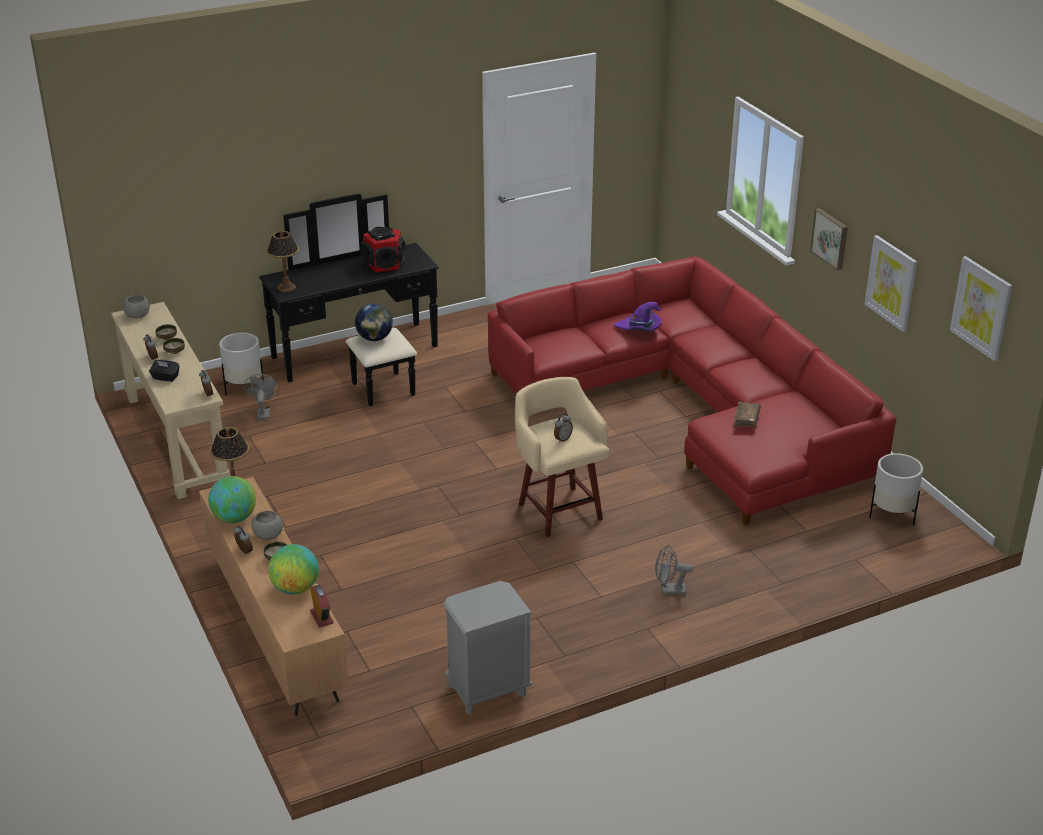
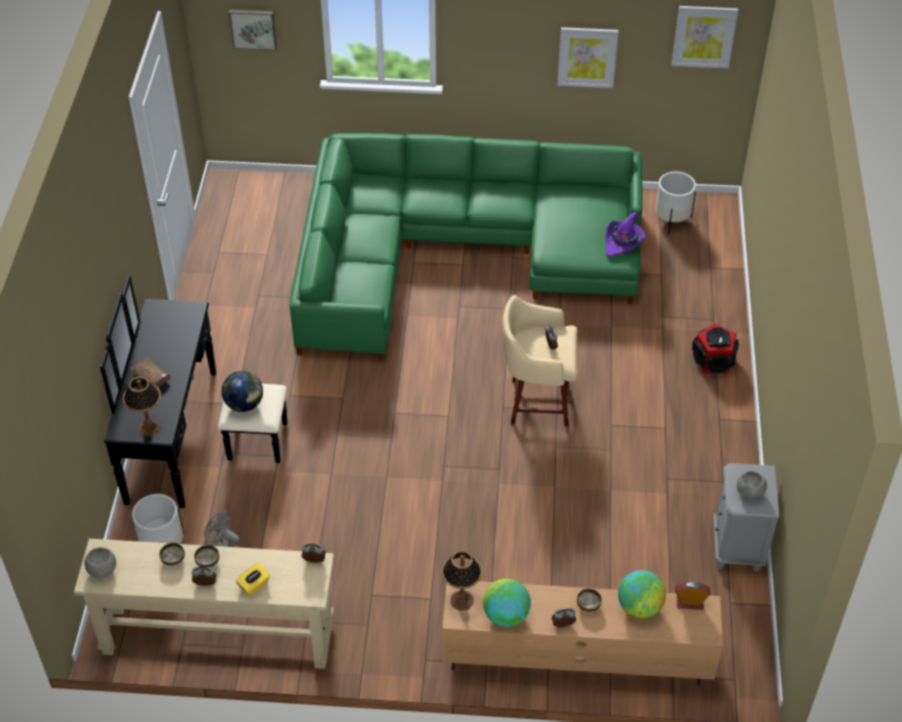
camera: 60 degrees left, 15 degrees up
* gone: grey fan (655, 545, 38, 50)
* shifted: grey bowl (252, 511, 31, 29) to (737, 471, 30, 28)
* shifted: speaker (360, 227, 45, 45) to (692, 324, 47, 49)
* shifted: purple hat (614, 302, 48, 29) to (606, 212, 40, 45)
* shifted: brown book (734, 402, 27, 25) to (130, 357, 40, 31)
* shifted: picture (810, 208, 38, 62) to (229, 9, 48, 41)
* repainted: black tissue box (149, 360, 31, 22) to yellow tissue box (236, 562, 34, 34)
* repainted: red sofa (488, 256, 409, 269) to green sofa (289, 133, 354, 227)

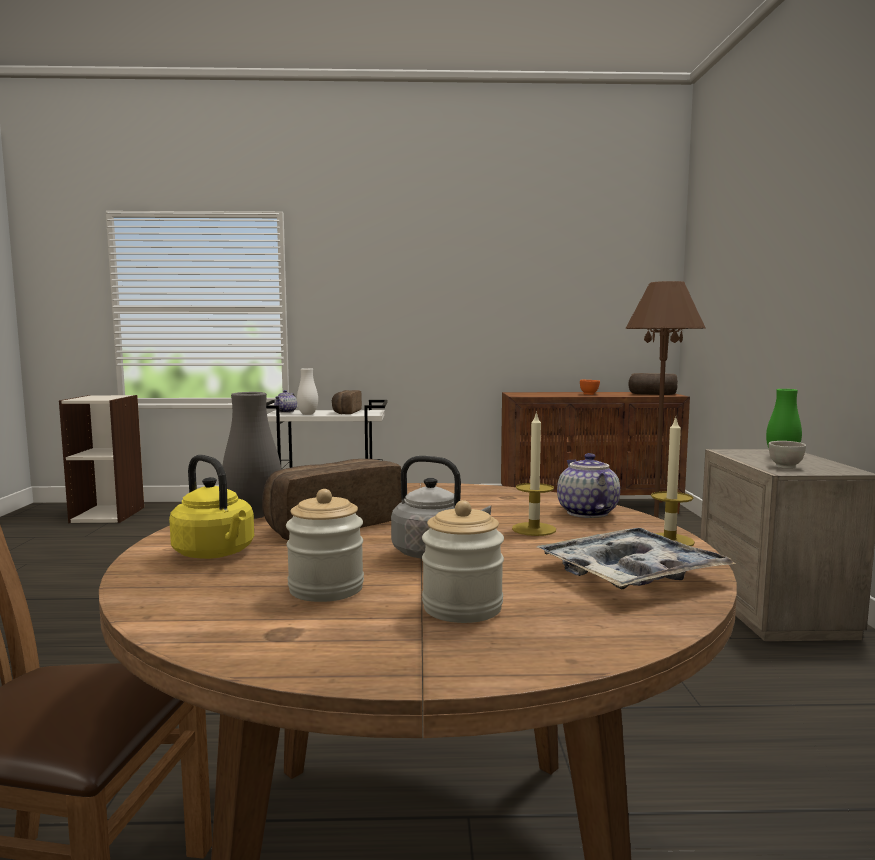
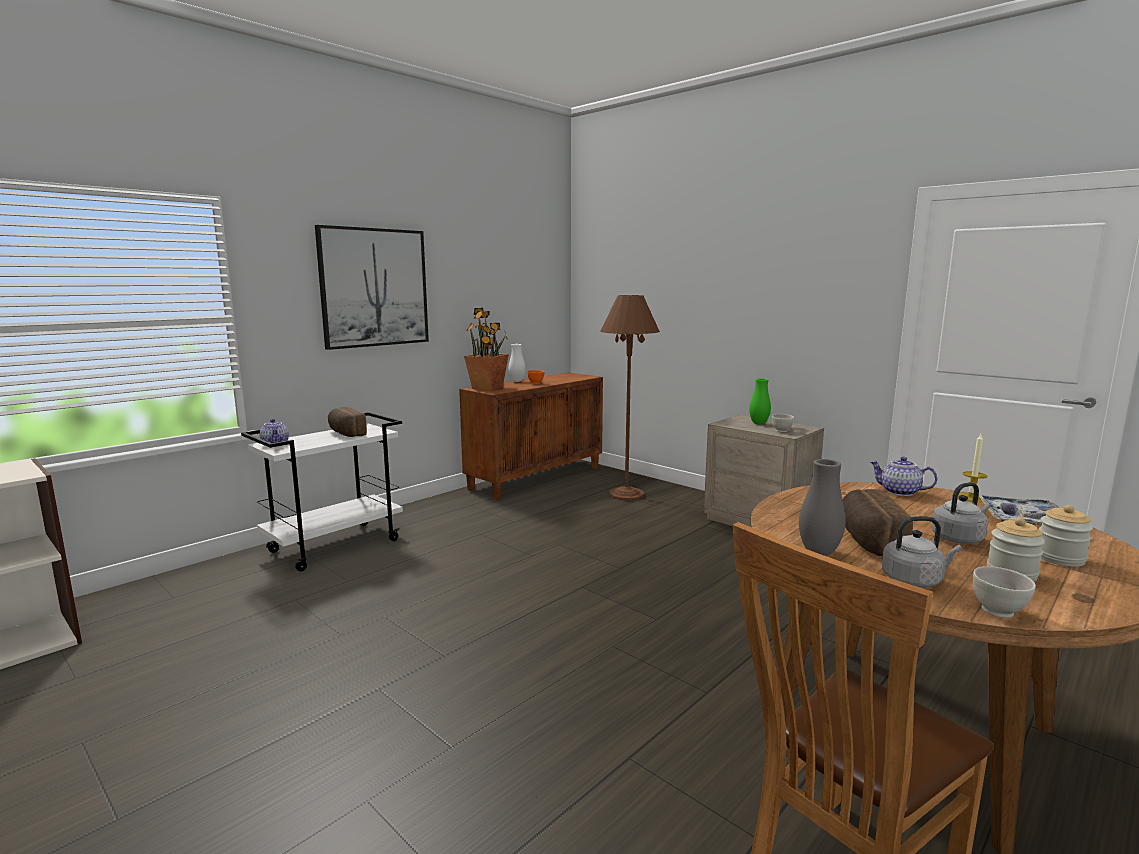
camera: 45 degrees left, 5 degrees up
* gone: candle (512, 411, 44, 125)
* gone: bread (628, 373, 50, 22)
* new: picture (315, 225, 114, 125)
* new: potted plant (464, 308, 45, 83)
* new: white bowl (973, 566, 63, 52)
* shifted: white vase (297, 368, 21, 47) to (508, 344, 18, 38)
* repainted: yellow kettle (169, 455, 85, 104) to grey kettle (882, 516, 80, 72)

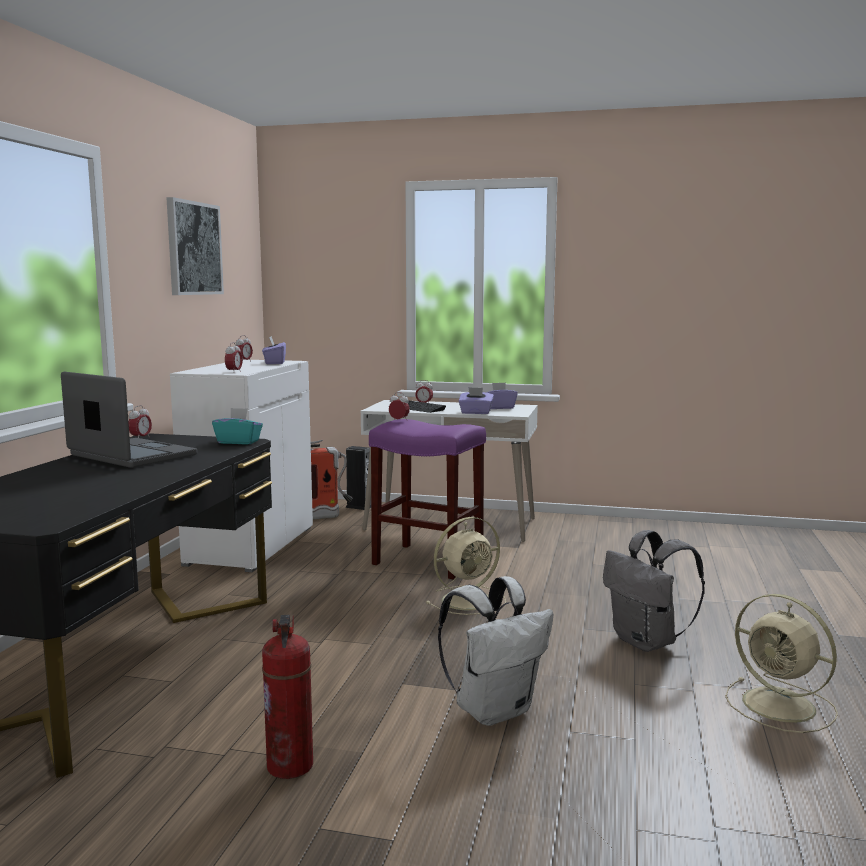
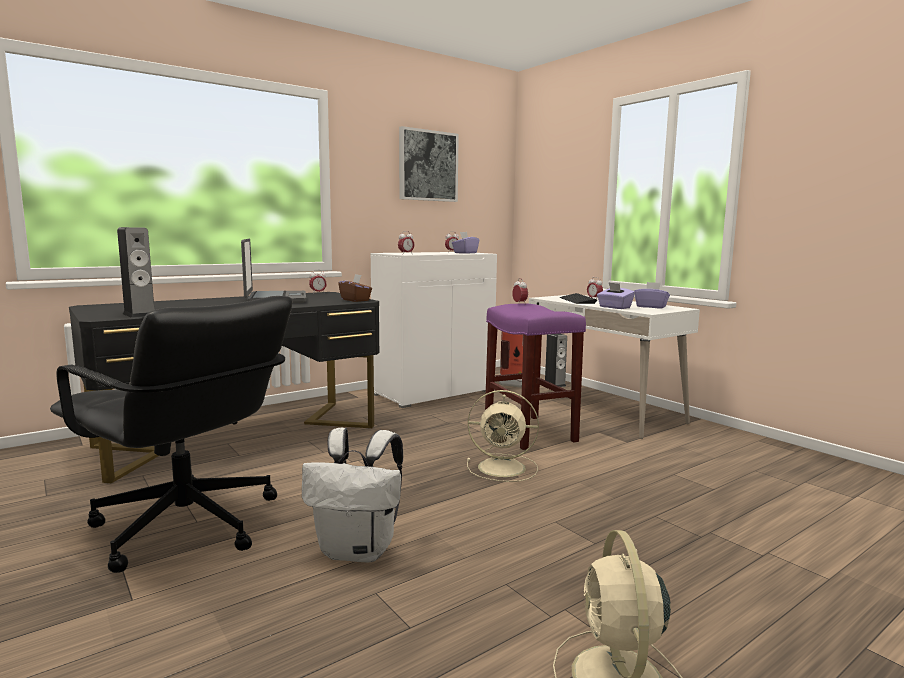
camera: 40 degrees right, 0 degrees up
* gone: grey backpack (603, 530, 102, 122)
* new: speaker (117, 227, 37, 91)
* swapped: fire extinguisher (262, 615, 51, 164) to black office chair (50, 296, 242, 277)
* repainted: turquoise tissue box (212, 408, 51, 37) to brown tissue box (338, 274, 34, 28)

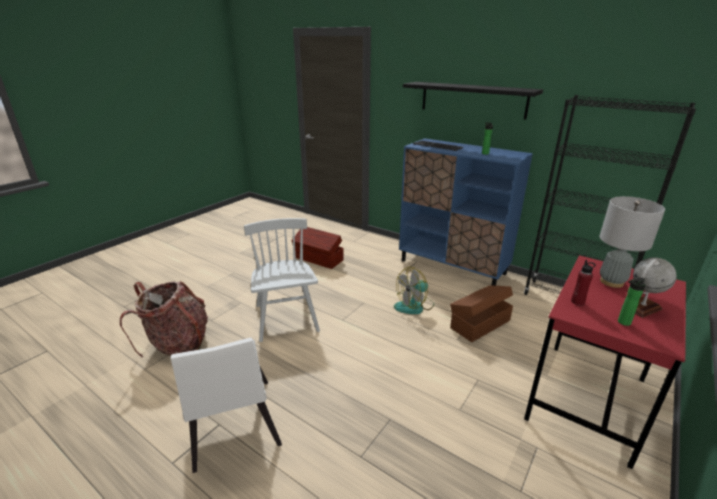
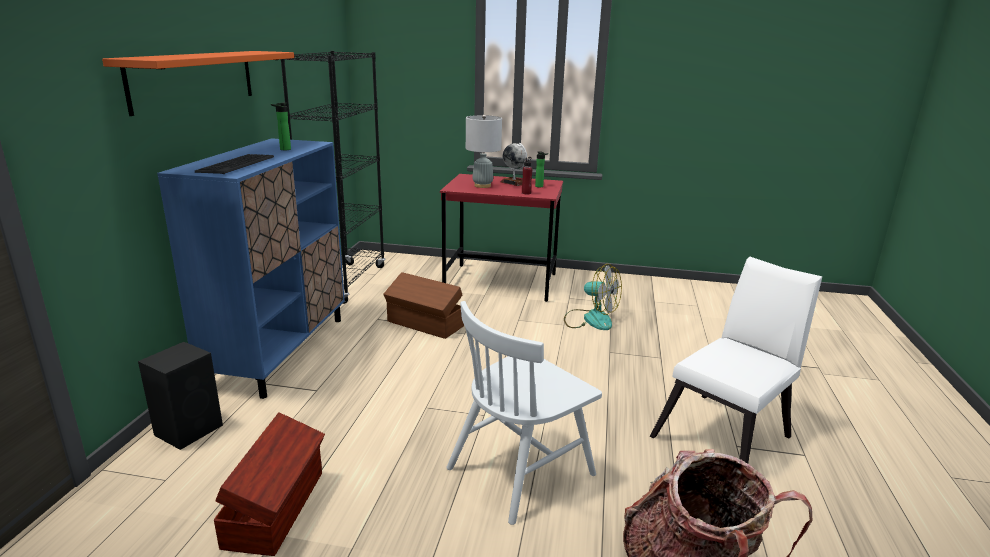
camera: 115 degrees left, 5 degrees down
* new: black speaker (138, 342, 85, 108)
* shifted: fan (394, 267, 40, 47) to (564, 264, 58, 66)
* repainted: black shelf (403, 82, 140, 38) to orange shelf (102, 51, 192, 65)

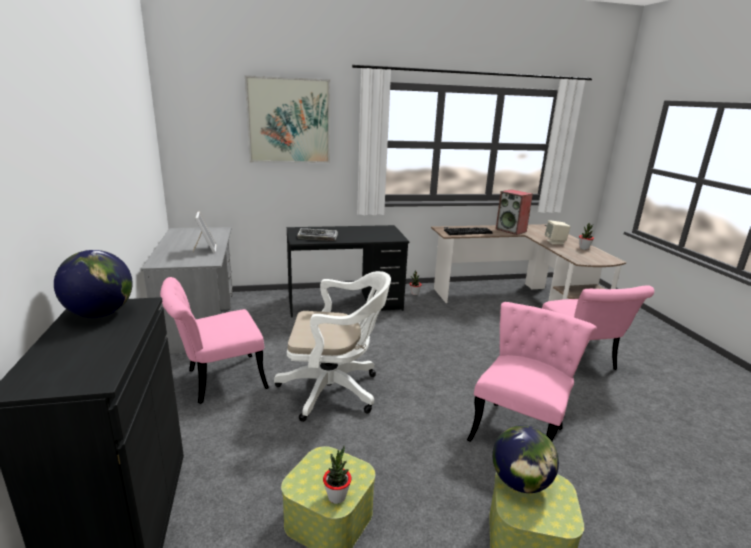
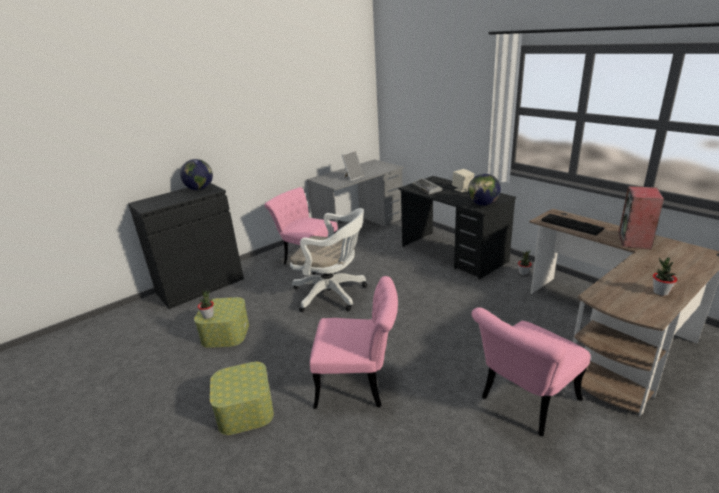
camera: 65 degrees right, 5 degrees up
* gone: picture (245, 75, 85, 88)
* shifted: globe (492, 425, 67, 68) to (468, 174, 33, 32)
* shifted: beige speaker (545, 220, 25, 24) to (452, 169, 22, 23)
* rotated: white office chair (274, 271, 117, 151) = (290, 208, 77, 104) 45 degrees counterclockwise

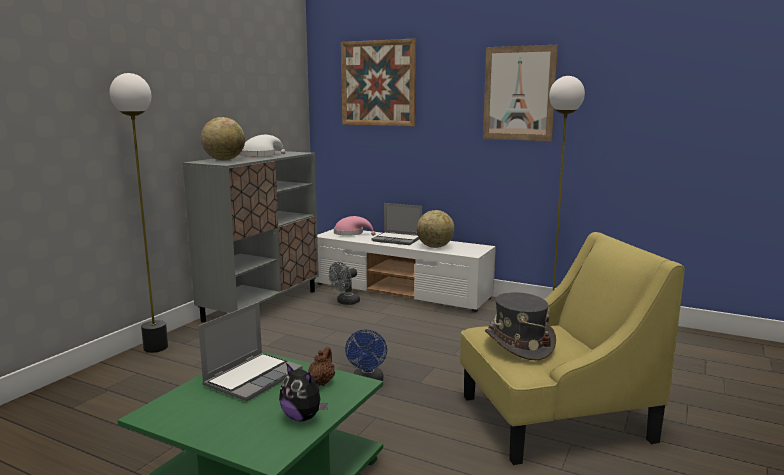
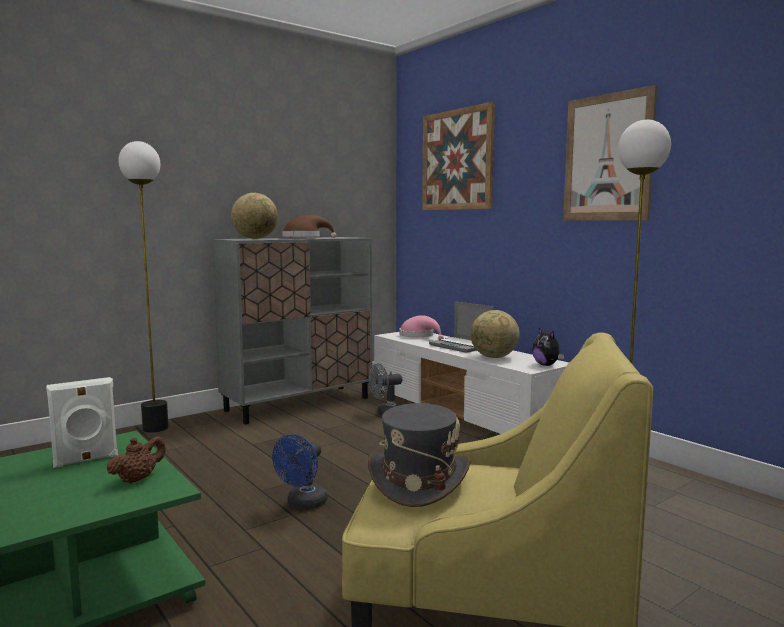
camera: 25 degrees right, 5 degrees down
* shifted: plush toy (279, 363, 49, 59) to (532, 328, 32, 38)
* swapped: laptop (198, 302, 105, 99) to white speaker (46, 377, 72, 91)
* repainted: white hat (240, 135, 46, 21) to brown hat (282, 215, 55, 23)

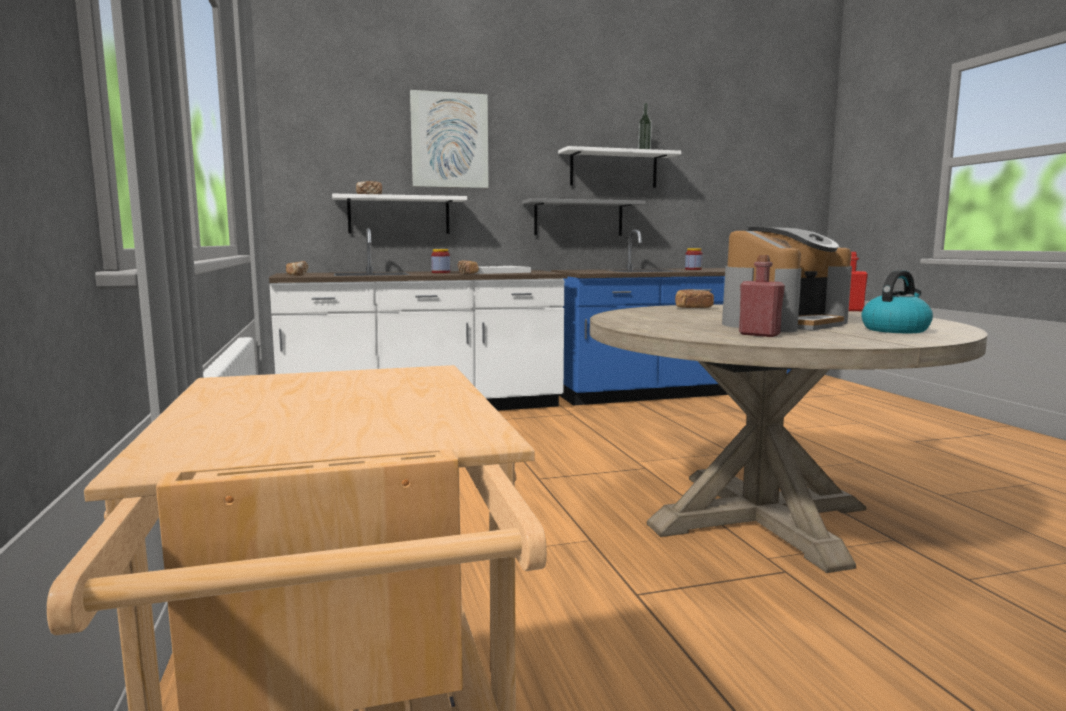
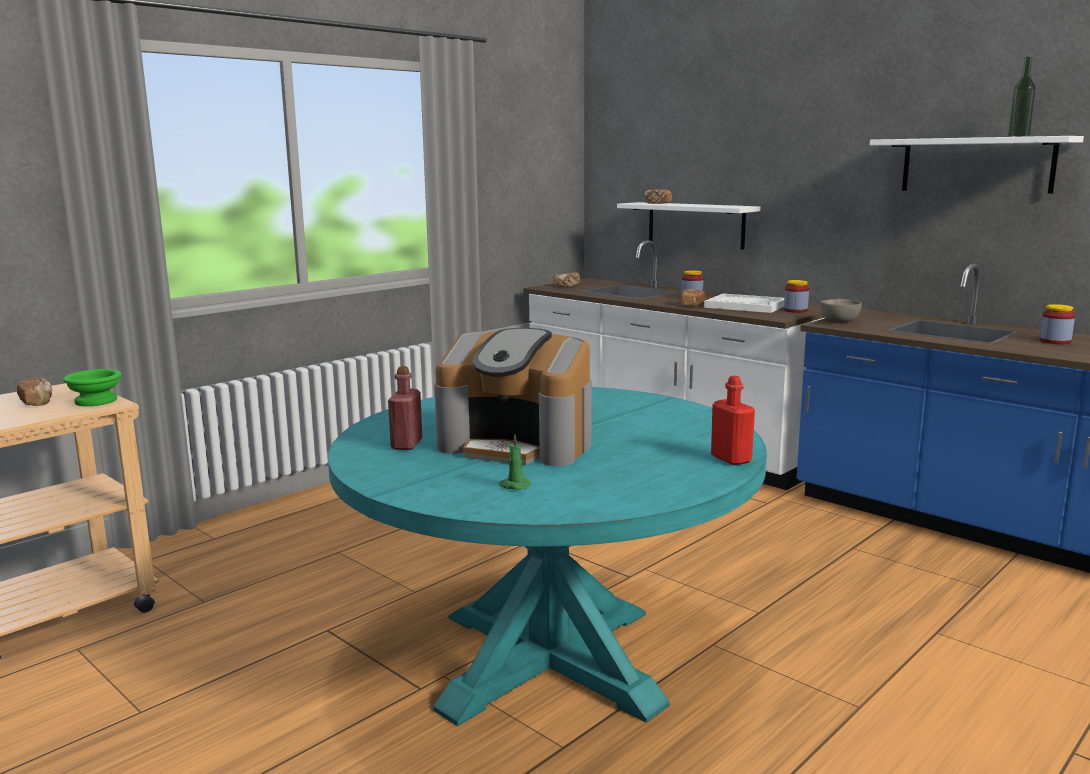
camera: 60 degrees right, 5 degrees up
* gone: picture (410, 90, 79, 98)
* gone: grey shelf (522, 198, 124, 37)
* new: green bowl (63, 369, 59, 37)
* new: jar (784, 280, 25, 33)
* new: grey bowl (820, 299, 42, 24)
* shifted: bread (675, 289, 39, 19) to (17, 377, 35, 29)
* swapped: kettle (861, 270, 72, 63) to green candle (499, 434, 32, 56)
* repainted: beige dining table (590, 304, 398, 269) to turquoise dining table (328, 387, 439, 339)

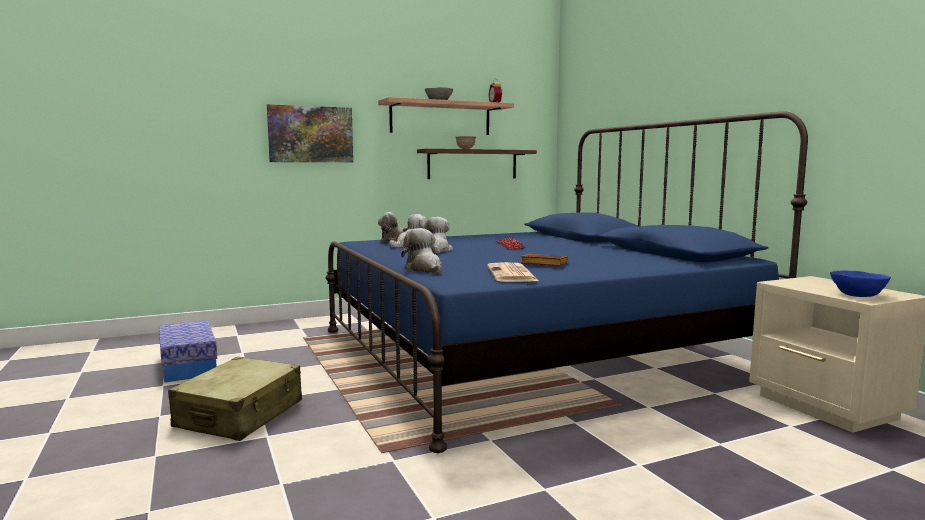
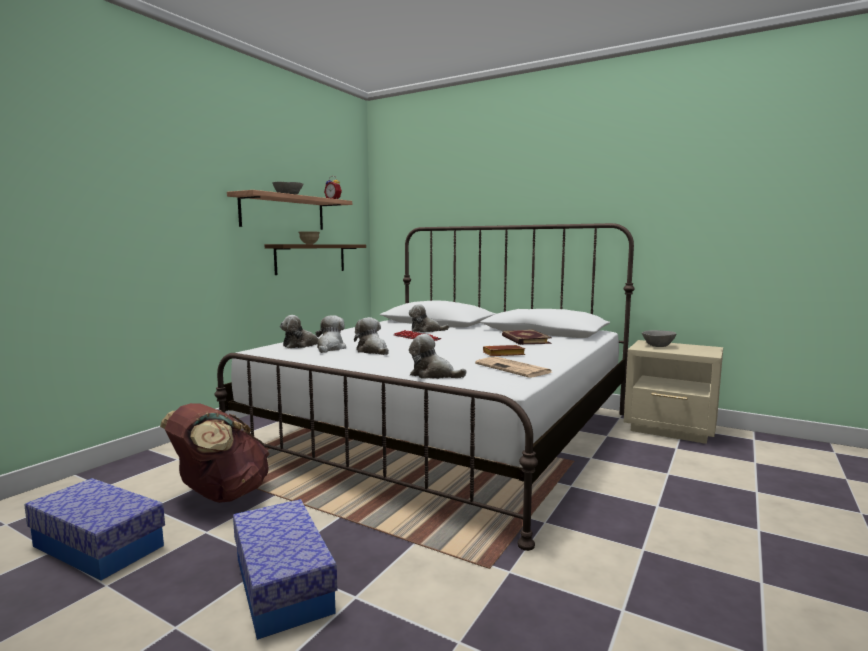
camera: 35 degrees left, 0 degrees up
* gone: picture (267, 104, 86, 58)
* gone: blue bowl (830, 270, 61, 27)
* new: brown backpack (160, 403, 109, 100)
* new: plush toy (409, 304, 41, 28)
* new: book (502, 330, 50, 15)
* new: grey bowl (642, 330, 34, 17)
* swapped: beige suitcase (168, 357, 134, 84) to storage box (233, 499, 105, 141)
* repainted: blue bed (326, 111, 482, 342) to white bed (214, 223, 421, 328)

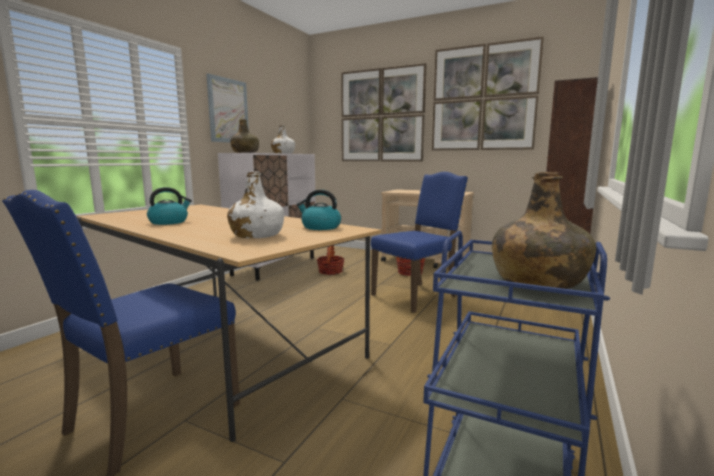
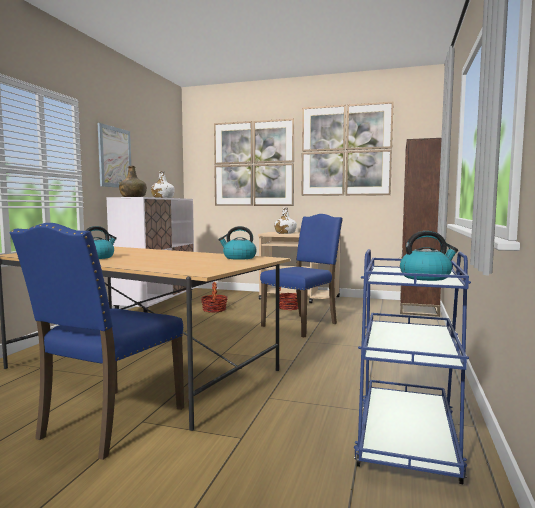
camera: 10 degrees left, 5 degrees down
* shifted: white bottle (227, 171, 57, 67) to (274, 207, 23, 27)
* swapped: green bottle (492, 172, 104, 117) to kettle (400, 231, 58, 50)

